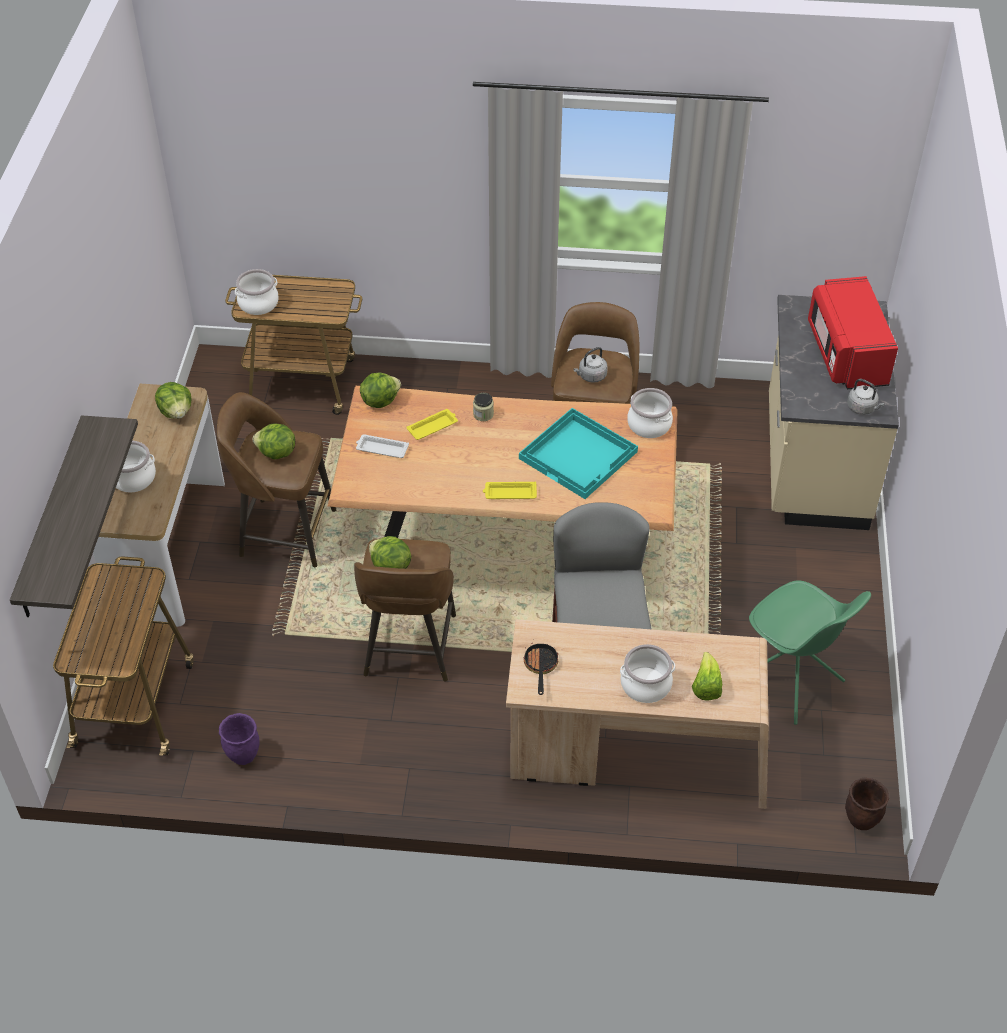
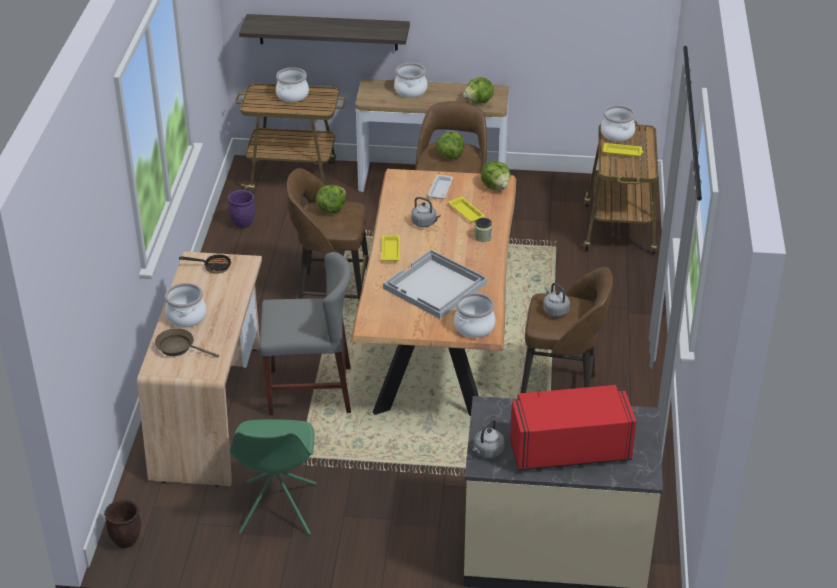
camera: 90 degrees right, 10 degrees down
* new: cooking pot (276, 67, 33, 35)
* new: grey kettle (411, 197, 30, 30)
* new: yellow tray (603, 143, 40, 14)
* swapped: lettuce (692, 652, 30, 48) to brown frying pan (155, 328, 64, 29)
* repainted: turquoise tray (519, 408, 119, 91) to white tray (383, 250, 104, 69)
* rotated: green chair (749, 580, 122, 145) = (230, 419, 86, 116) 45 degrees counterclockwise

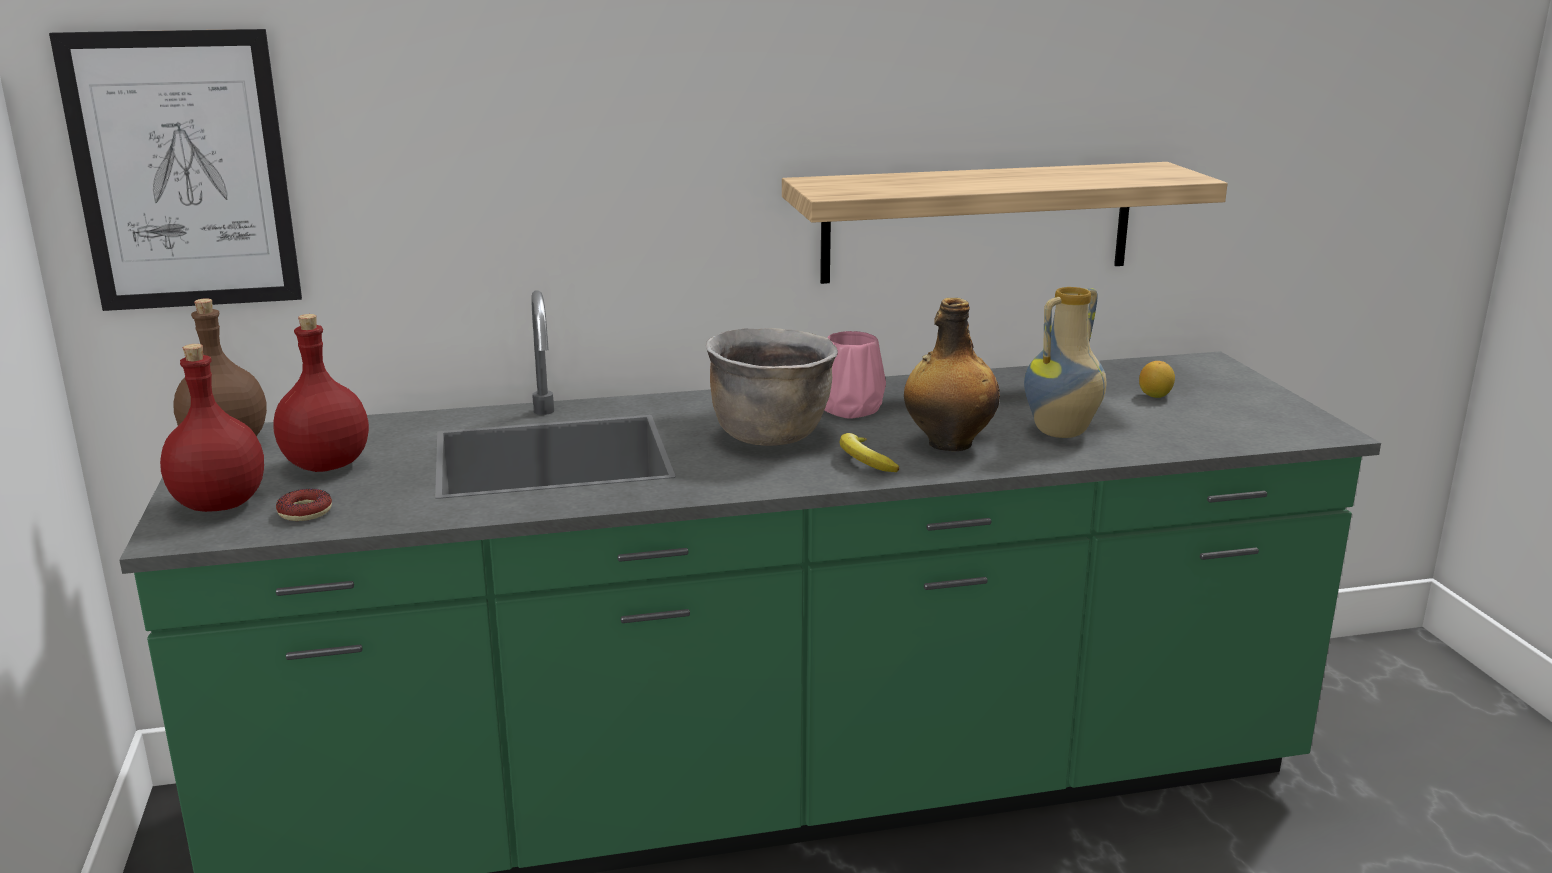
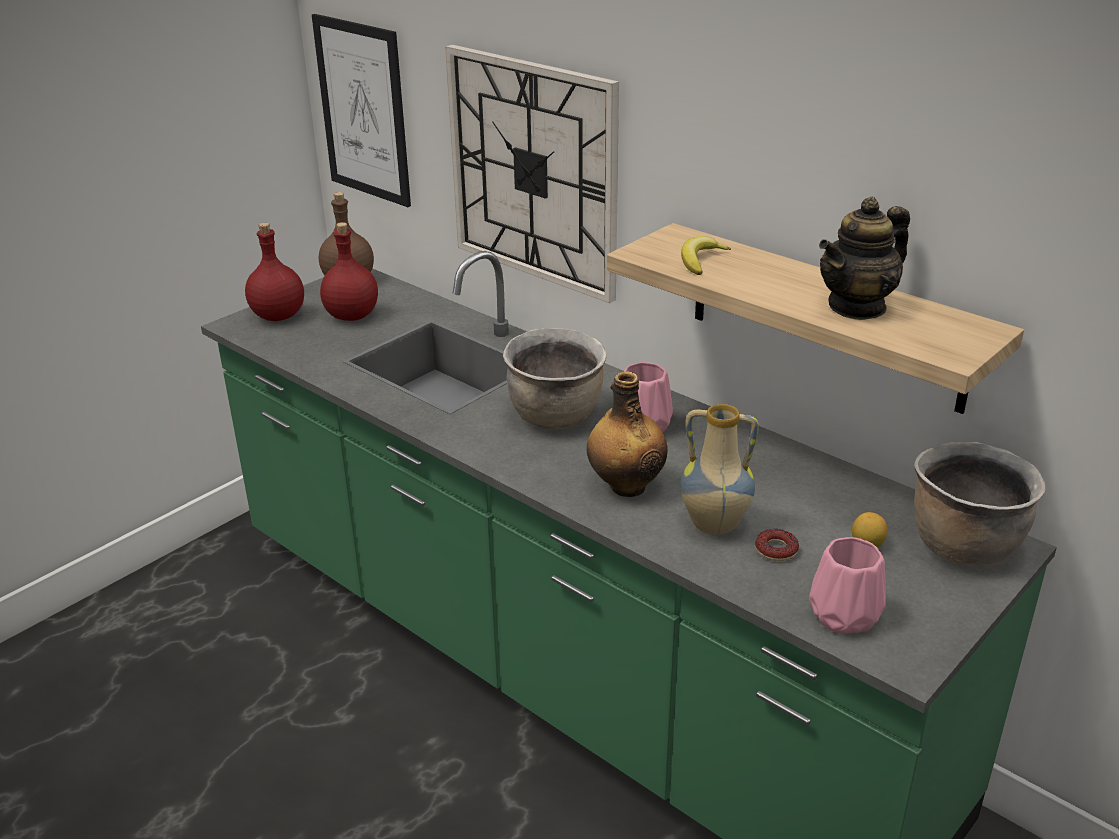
camera: 55 degrees right, 10 degrees up
* new: wall clock (445, 45, 174, 258)
* new: pink vase (809, 537, 77, 97)
* new: teapot (819, 197, 91, 123)
* new: brown cooking pot (914, 442, 132, 124)
* shifted: donut (276, 489, 56, 32) to (755, 529, 44, 32)
* shifted: banana (840, 433, 59, 39) to (681, 236, 50, 39)

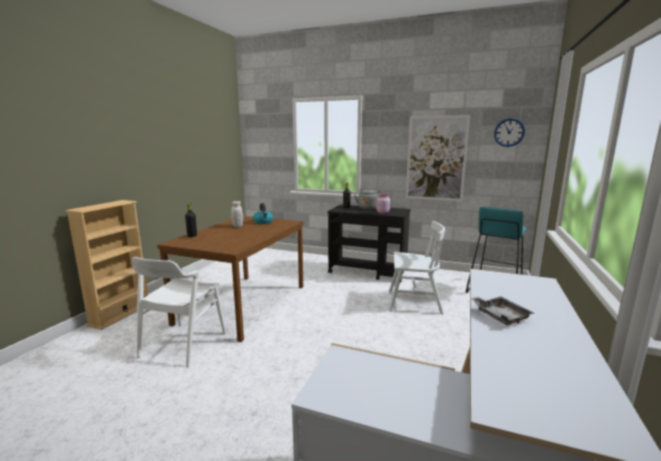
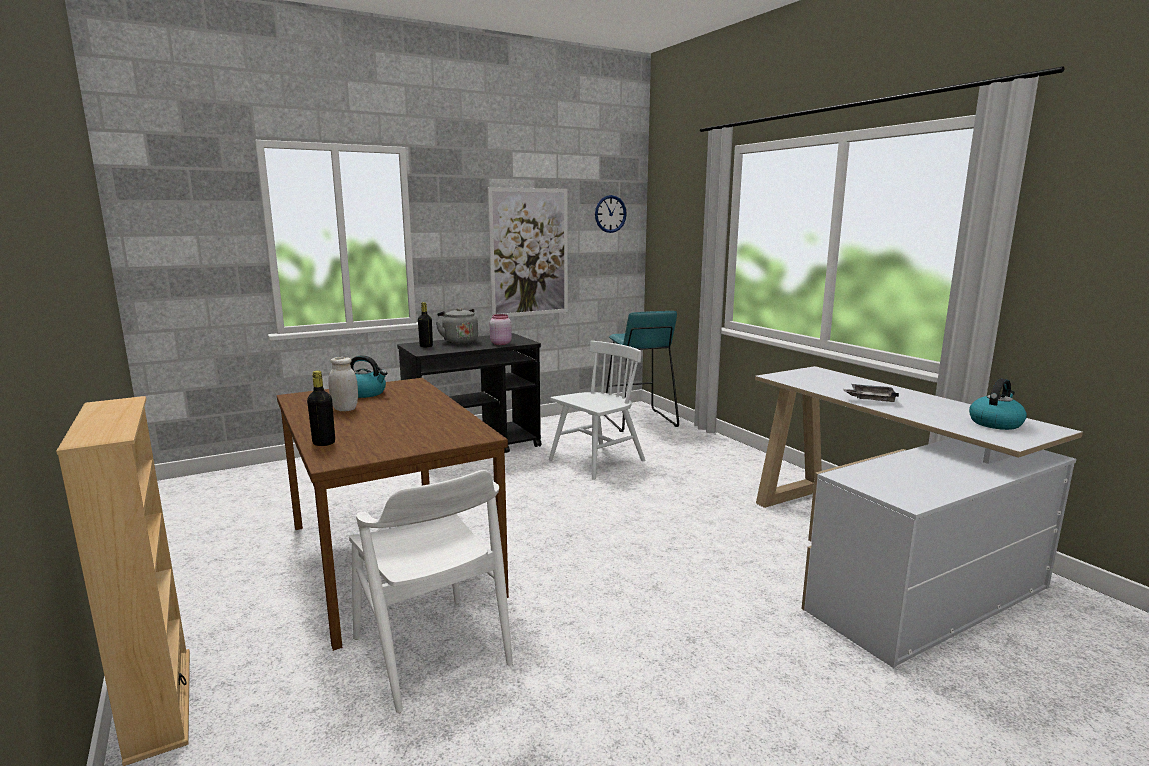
camera: 50 degrees left, 0 degrees up
* new: kettle (969, 379, 58, 51)

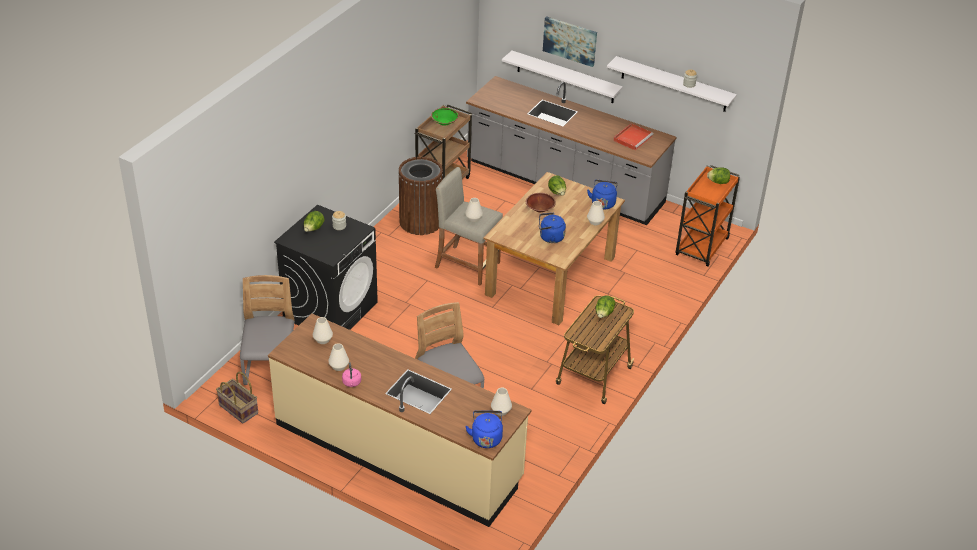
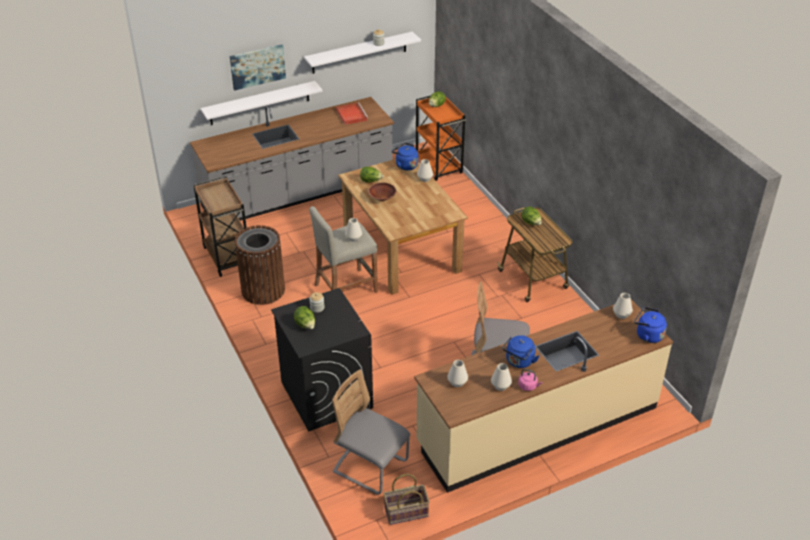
camera: 55 degrees left, 0 degrees up
* gone: green bowl (431, 108, 28, 18)
* shifted: blue kettle (539, 213, 27, 30) to (502, 335, 37, 33)

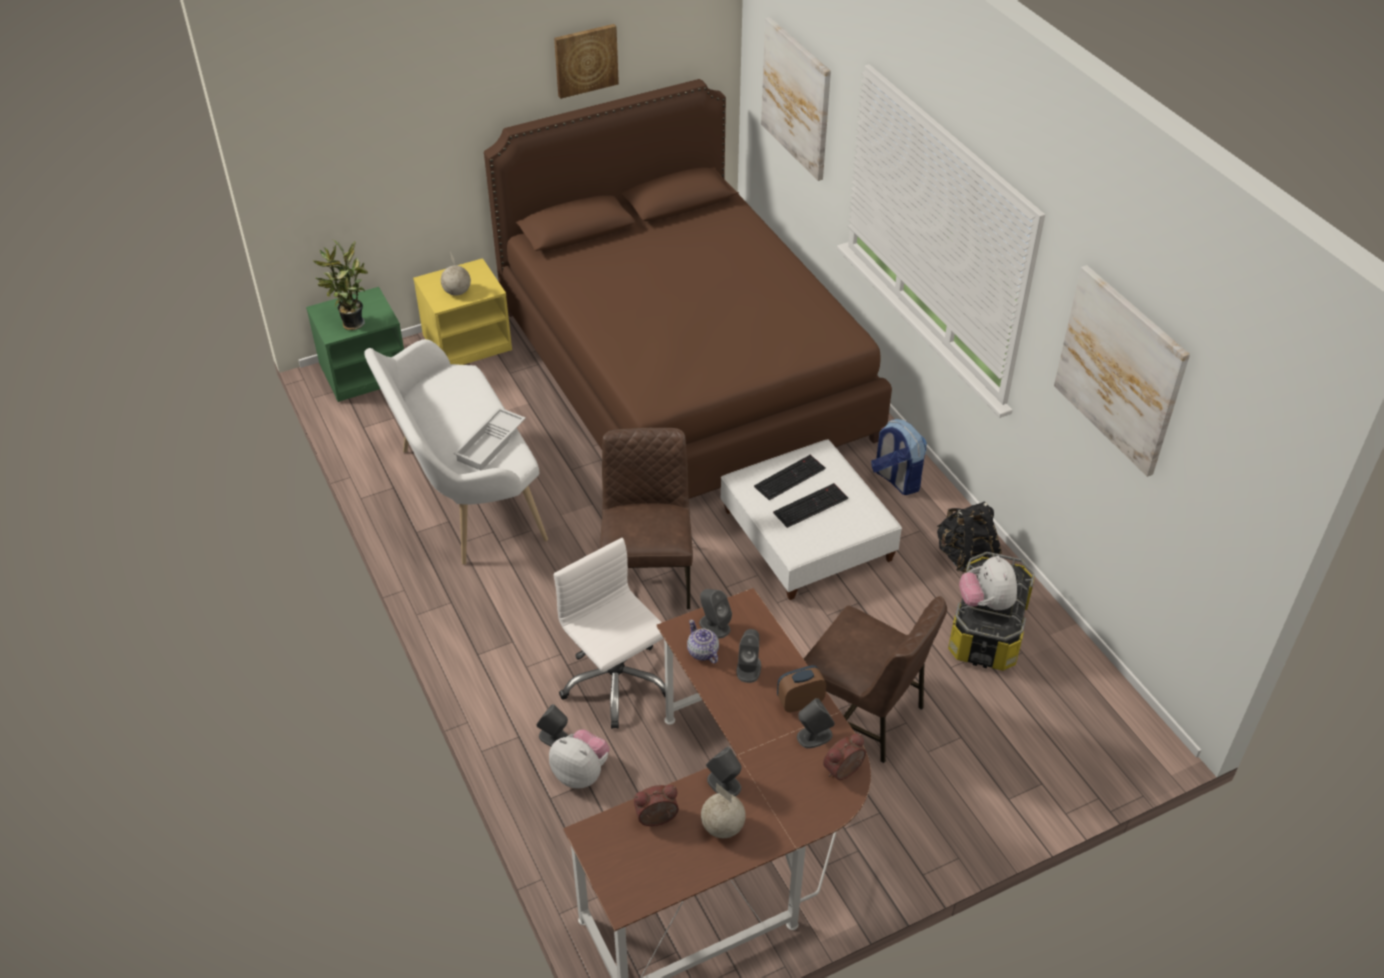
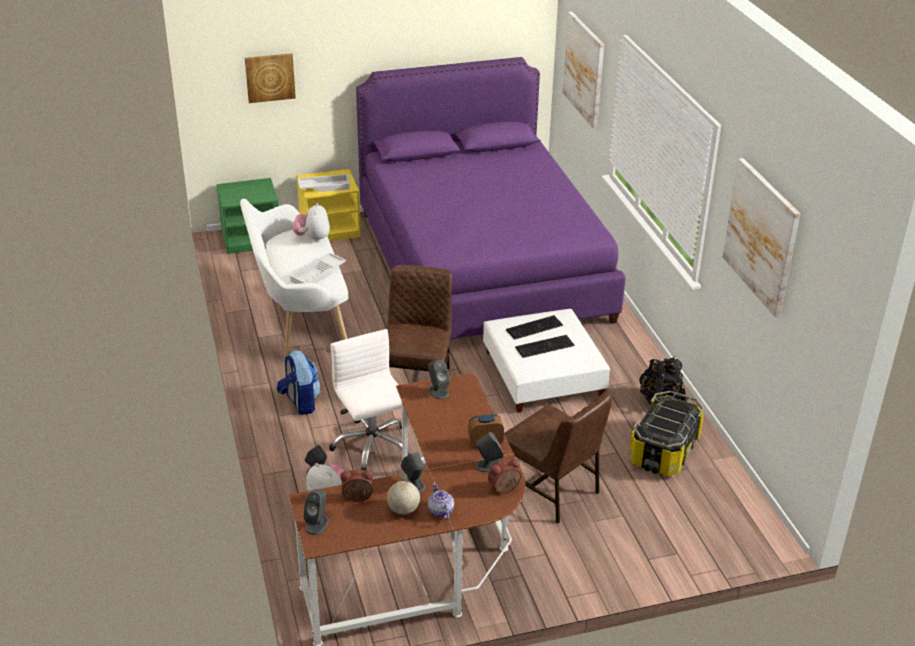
camera: 10 degrees right, 10 degrees down
* gone: potted plant (313, 240, 55, 90)
* shifted: picture (554, 24, 65, 75) to (245, 53, 51, 50)
* shifted: teapot (687, 620, 32, 43) to (428, 483, 26, 37)
* shifted: grey speaker (737, 629, 24, 54) to (303, 490, 26, 45)
* shifted: backpack (871, 419, 56, 76) to (277, 350, 44, 65)
* shifted: plush toy (959, 556, 58, 54) to (293, 203, 37, 39)
* swapped: globe (441, 252, 30, 44) to white tray (298, 174, 53, 18)
* repainted: brown bed (484, 79, 408, 420) to purple bed (356, 57, 270, 282)

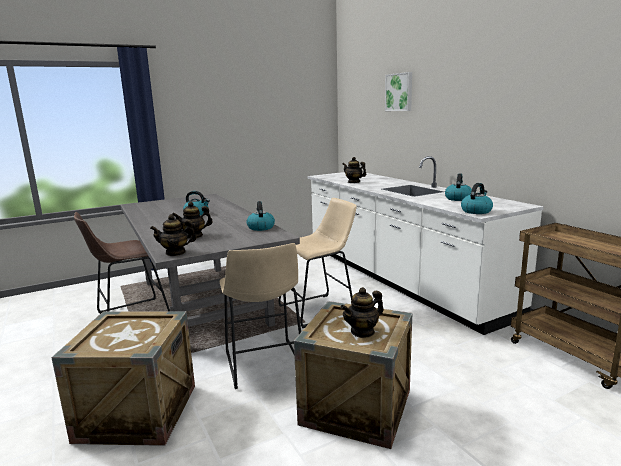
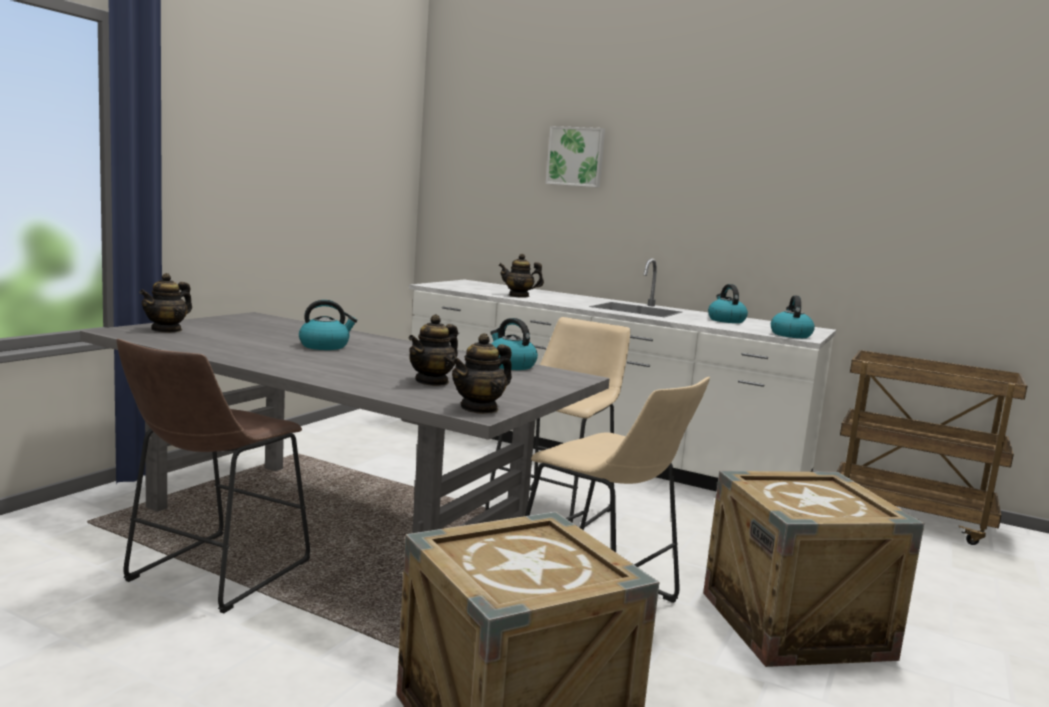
camera: 35 degrees left, 5 degrees down
* shifted: teapot (341, 287, 43, 51) to (139, 273, 53, 60)

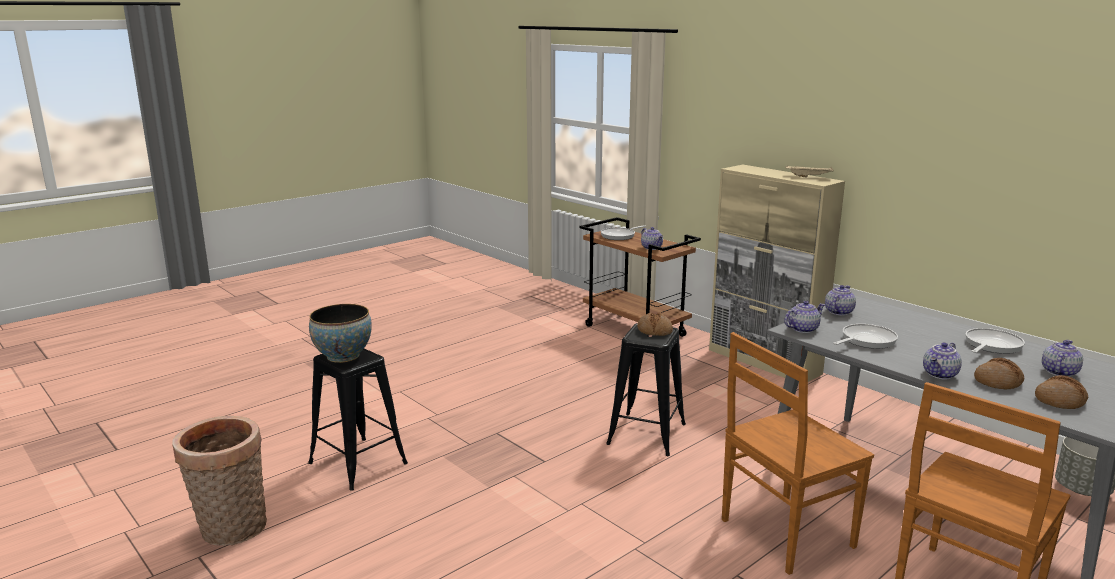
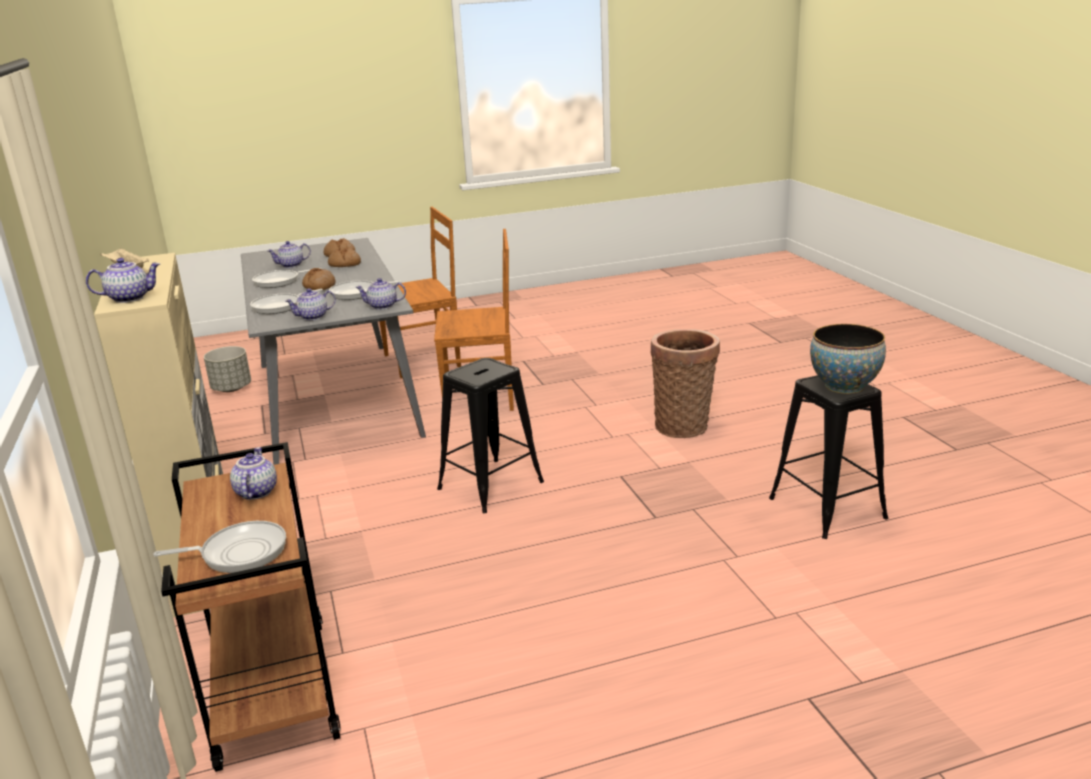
camera: 155 degrees left, 5 degrees up
* new: frying pan (250, 289, 73, 25)
* shifted: basket (172, 416, 95, 130) to (650, 329, 70, 109)
* shifted: bread (637, 312, 36, 24) to (302, 268, 33, 22)
* shifted: teapot (923, 342, 39, 37) to (86, 258, 74, 45)

